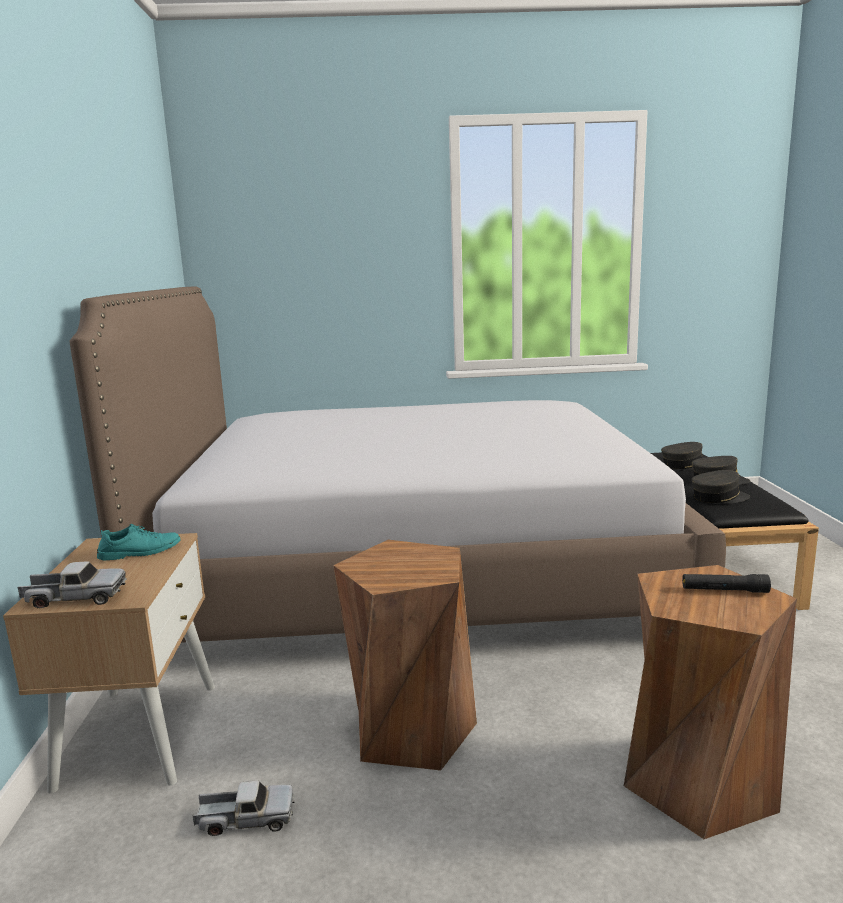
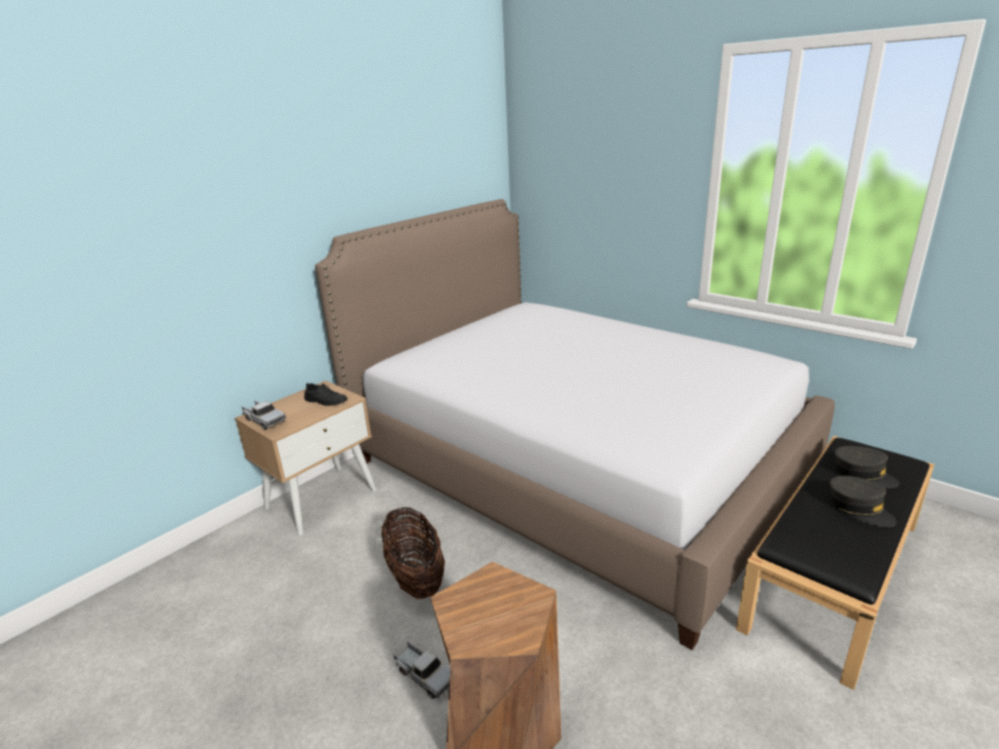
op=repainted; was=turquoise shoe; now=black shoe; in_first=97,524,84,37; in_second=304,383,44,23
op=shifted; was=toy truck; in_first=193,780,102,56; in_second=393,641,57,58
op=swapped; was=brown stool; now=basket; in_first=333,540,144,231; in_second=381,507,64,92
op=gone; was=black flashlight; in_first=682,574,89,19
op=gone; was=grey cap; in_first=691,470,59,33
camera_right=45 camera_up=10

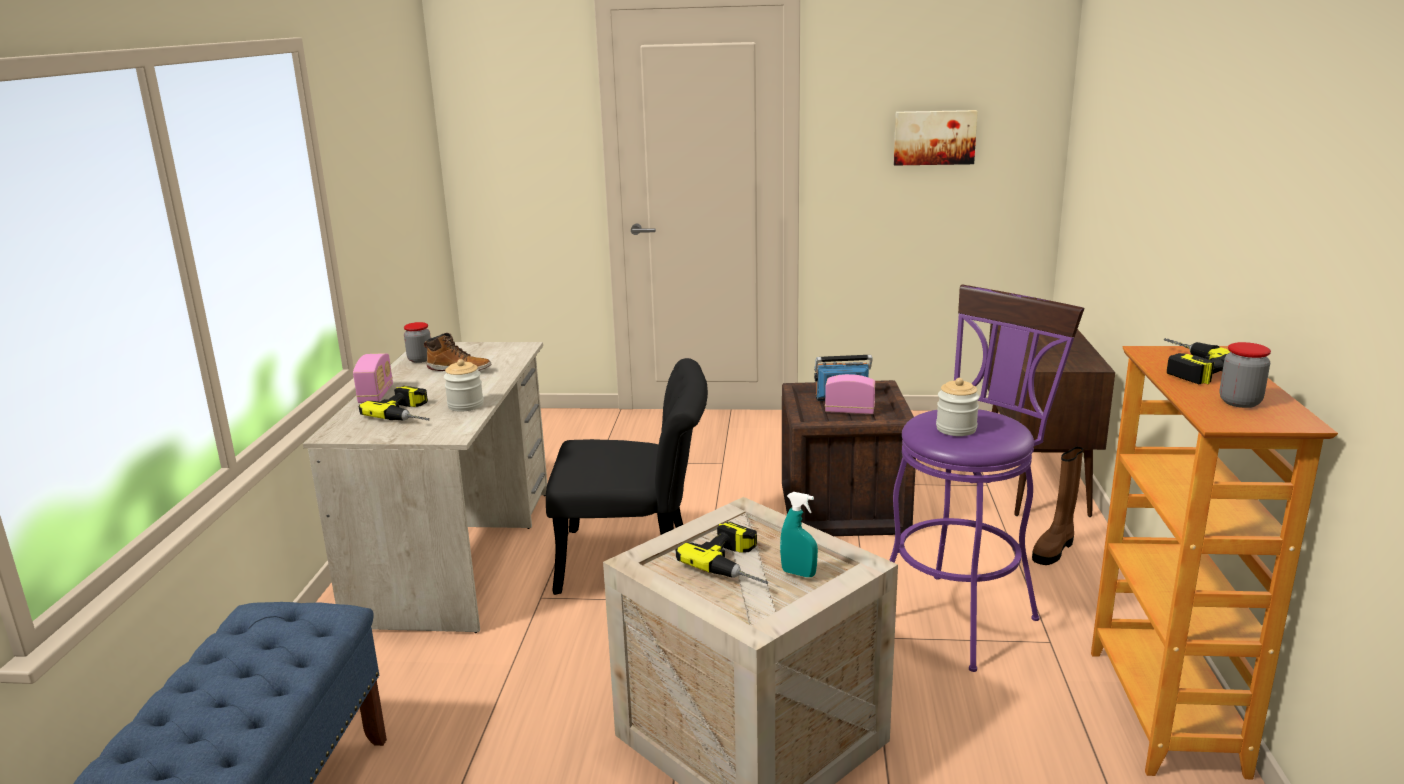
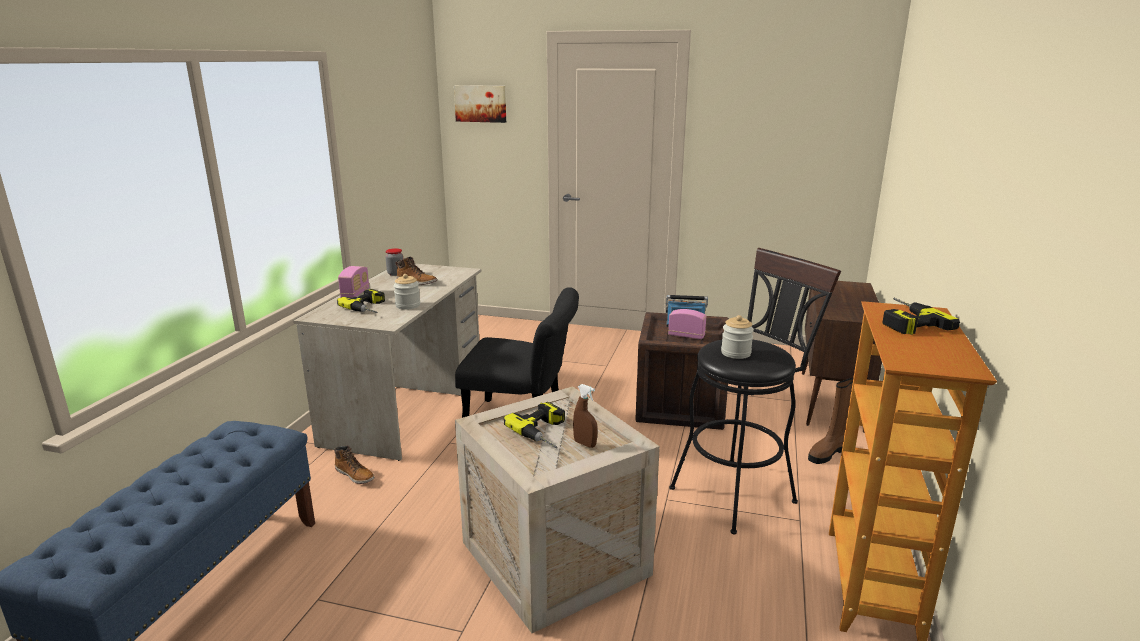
op=repainted; was=turquoise spray bottle; now=brown spray bottle; in_first=780,492,38,85; in_second=573,384,24,64
op=repainted; was=purple stool; now=black stool; in_first=889,285,195,387; in_second=669,248,172,286
op=shifted; was=picture; in_first=894,110,84,56; in_second=454,85,52,38
op=gone; was=jar; in_first=1219,342,52,66
op=new; now=boot; in_second=334,445,41,39
camera_right=10 camera_up=0

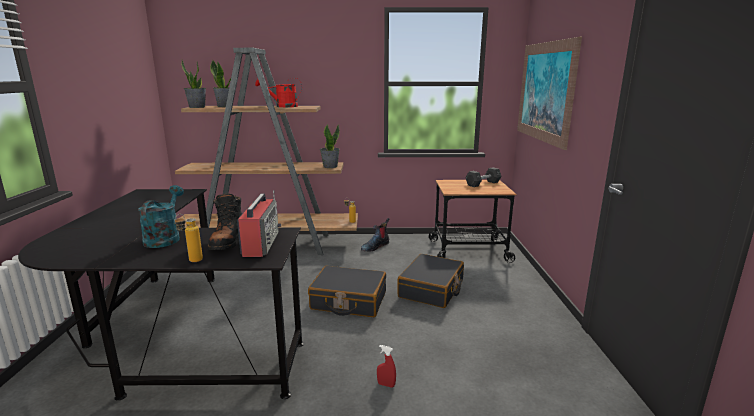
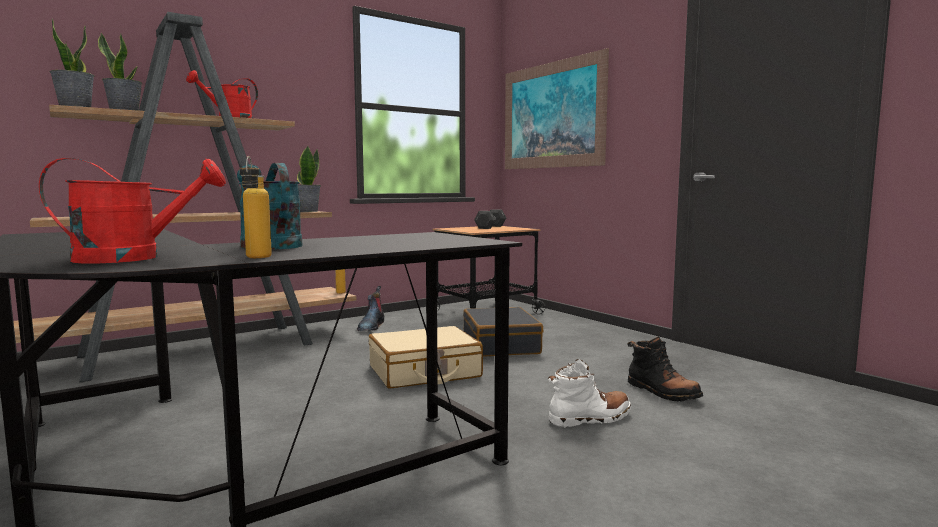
op=shifted; was=bottle; in_first=174,214,29,48; in_second=239,156,33,102
op=shifted; was=black boot; in_first=208,194,34,56; in_second=628,337,75,64
op=gone; was=radio; in_first=237,190,44,67
op=repainted; was=black suitcase; now=beige suitcase; in_first=308,266,78,51; in_second=369,326,114,62
op=swapped; was=red spray bottle; now=white boot; in_first=377,345,19,43; in_second=548,359,83,69
op=new; now=red watering can; in_second=39,158,187,105
camera_right=-35 camera_up=-10

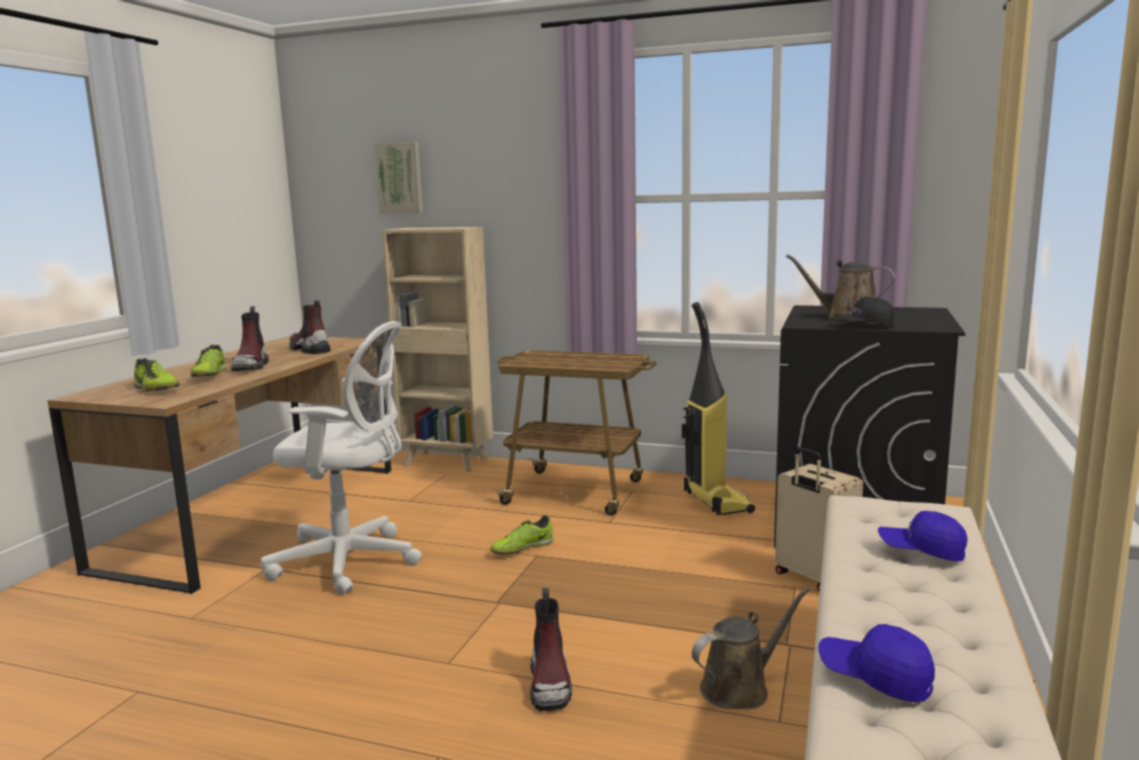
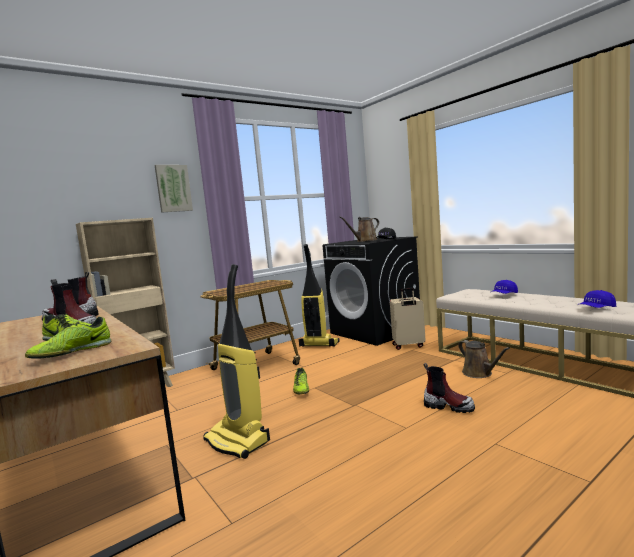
op=rotated; was=shoe; in_first=134,358,46,33; in_second=25,317,86,42; clockwise=135
op=swapped; was=white office chair; now=vacuum cleaner; in_first=261,321,161,274; in_second=203,264,67,195
op=shifted; was=picture; in_first=374,142,49,72; in_second=155,165,38,48
op=rotated; was=brown watering can; in_first=692,588,117,121; in_second=458,340,52,38; clockwise=150
camera_right=-55 camera_up=-5

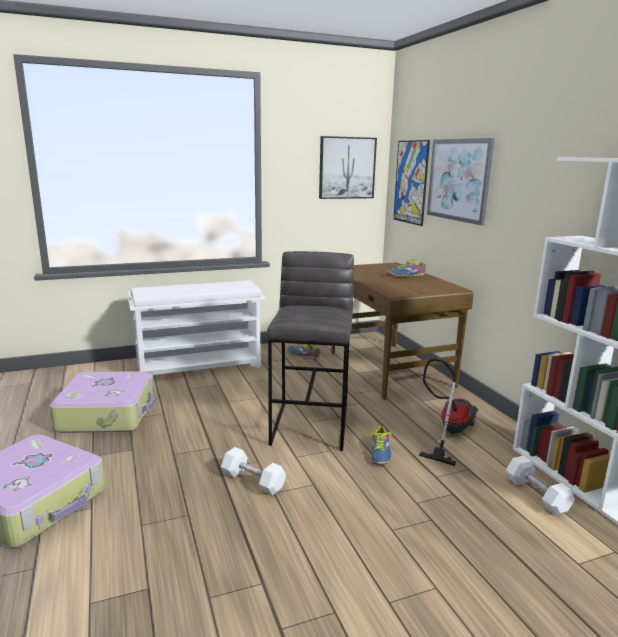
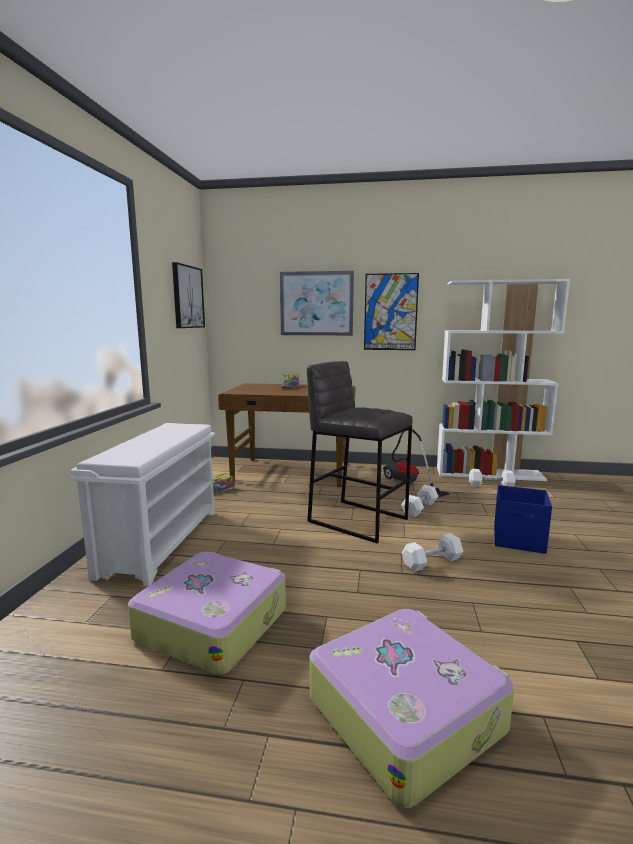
op=swapped; was=shoe; now=white dumbbell; in_first=366,425,27,40; in_second=401,485,37,32
op=shifted; was=picture; in_first=393,140,37,86; in_second=364,273,55,77
op=new; now=blue storage box; in_second=494,485,58,69
camera_right=-60 camera_up=-5

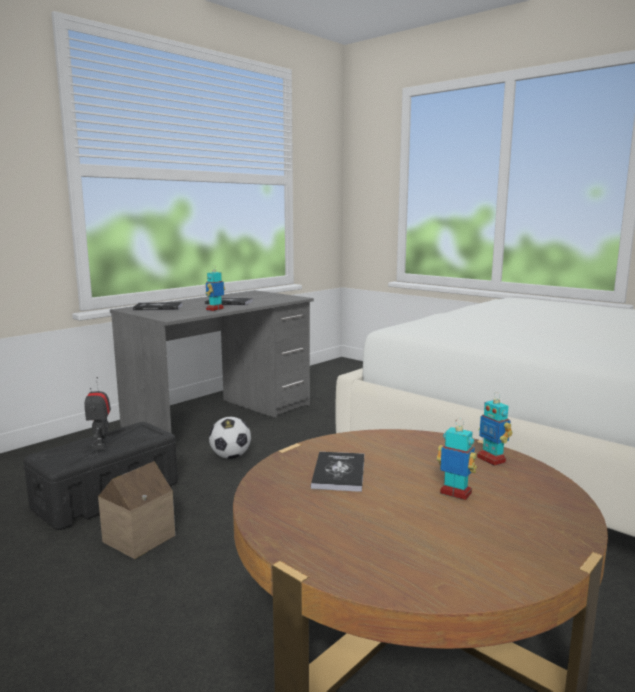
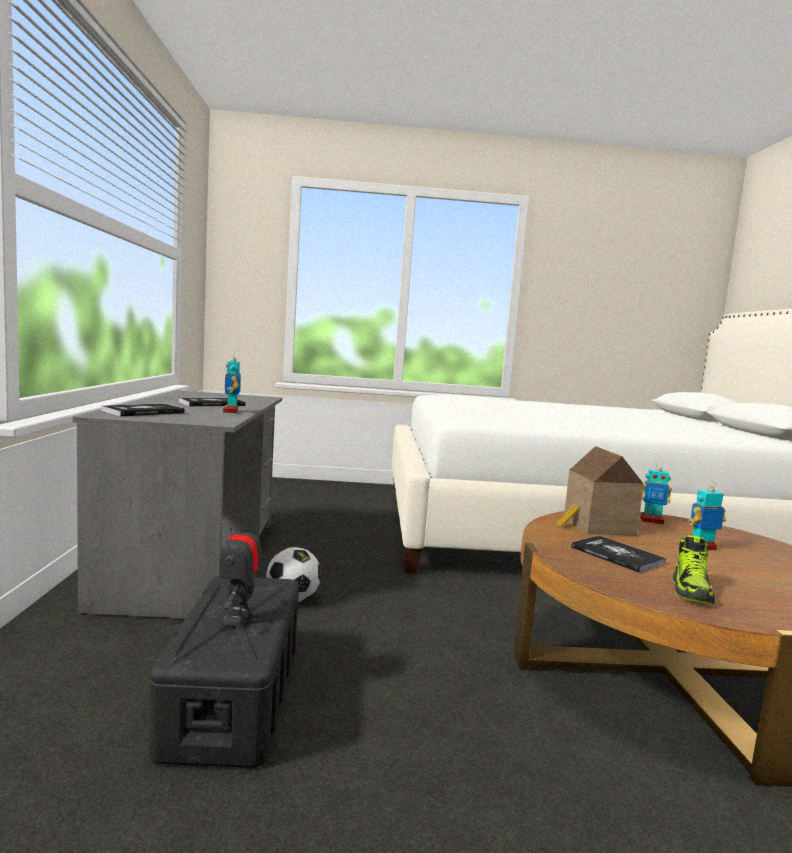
op=rotated; was=toy robot; in_first=84,377,27,73; in_second=219,511,43,116; clockwise=60
op=shifted; was=toy house; in_first=98,461,77,98; in_second=556,446,88,89
op=new; now=shoe; in_second=673,535,42,70
camera_right=-45 camera_up=-5

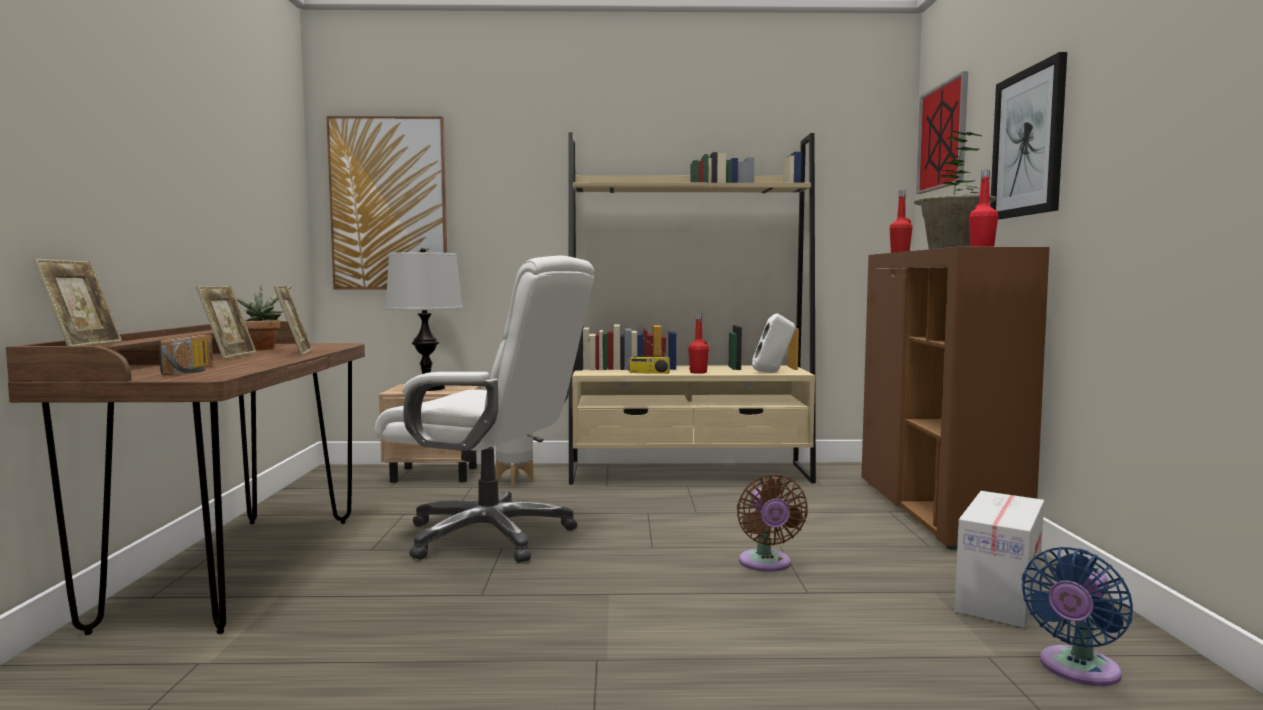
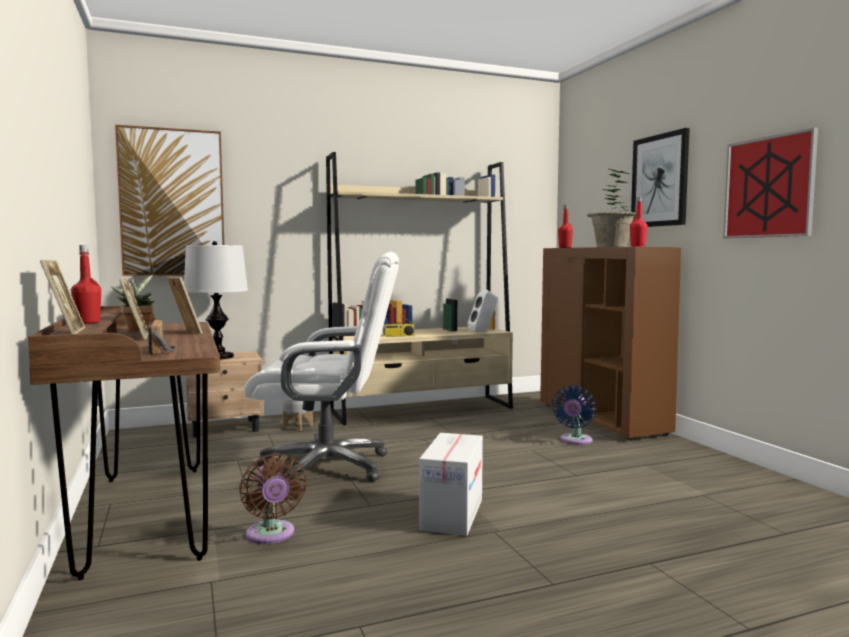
op=shifted; was=red bottle; in_first=688,313,21,61; in_second=71,245,30,79
op=shifted; was=brown fan; in_first=737,474,71,98; in_second=239,453,68,91
op=shifted; was=picture; in_first=916,71,52,123; in_second=723,127,95,111
op=shifted; was=cardboard box; in_first=954,491,90,137; in_second=419,433,64,103
op=shifted; was=blue fan; in_first=1022,547,111,139; in_second=552,385,44,60
camera_right=-20 camera_up=0

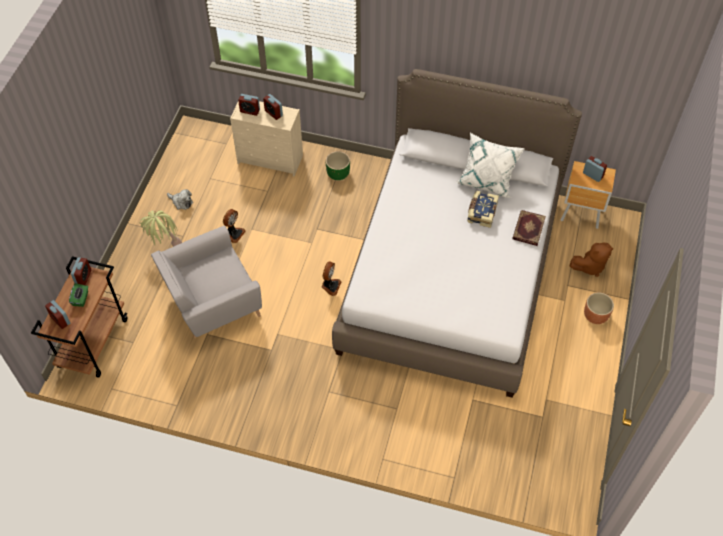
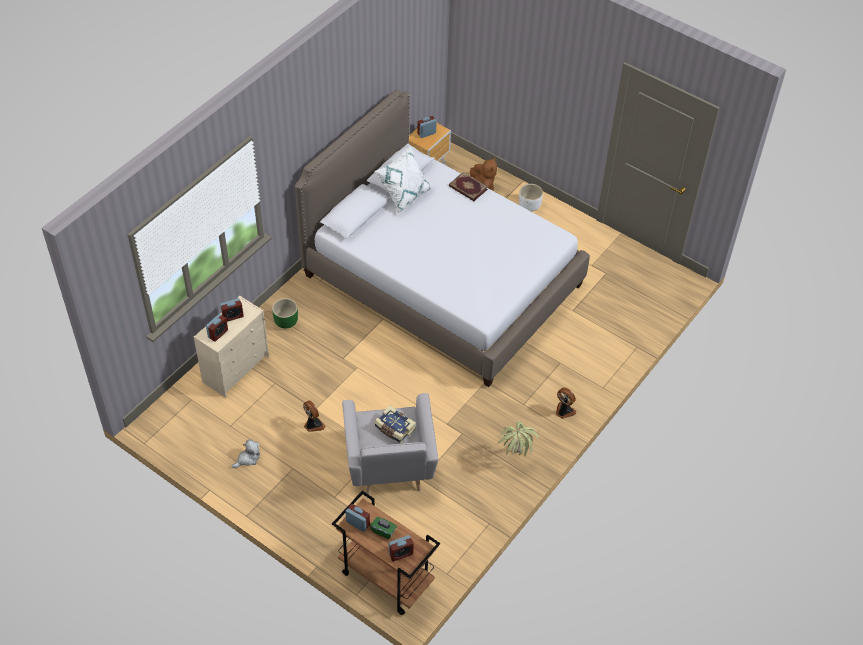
op=shifted; was=potted plant; in_first=140,210,42,37; in_second=498,421,41,35
op=shifted; was=fan; in_first=321,262,21,34; in_second=556,387,20,32
op=shifted; was=book; in_first=467,191,32,37; in_second=374,406,42,38
op=repainted; was=brown planter; now=white planter; in_first=584,292,30,32; in_second=519,184,24,28
camera_right=-70 camera_up=-5

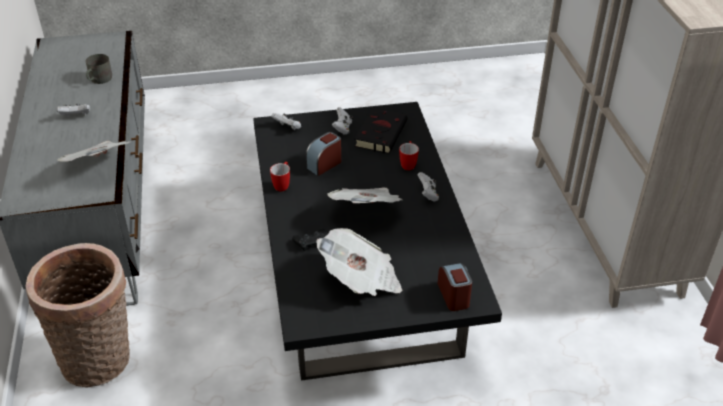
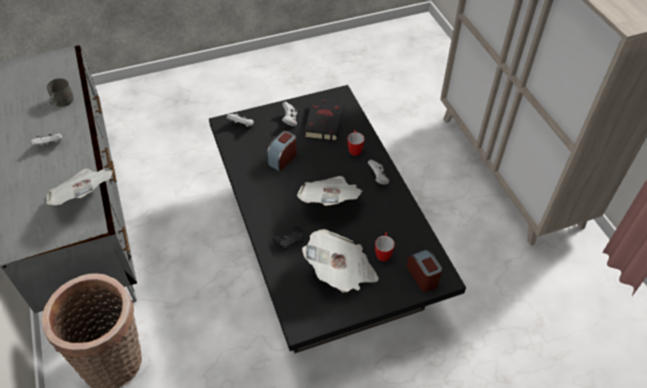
op=shifted; was=mug; in_first=270,162,20,29; in_second=375,232,20,29
camera_right=-10 camera_up=10

